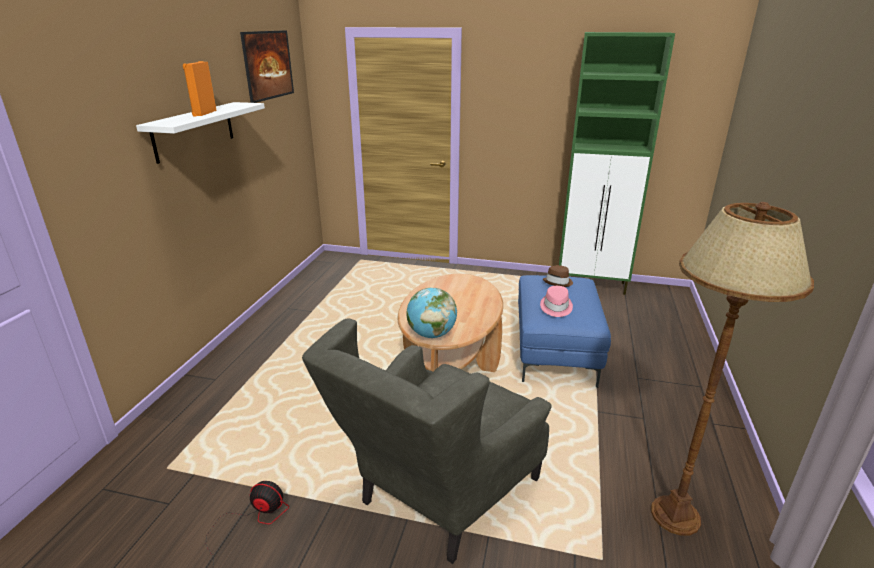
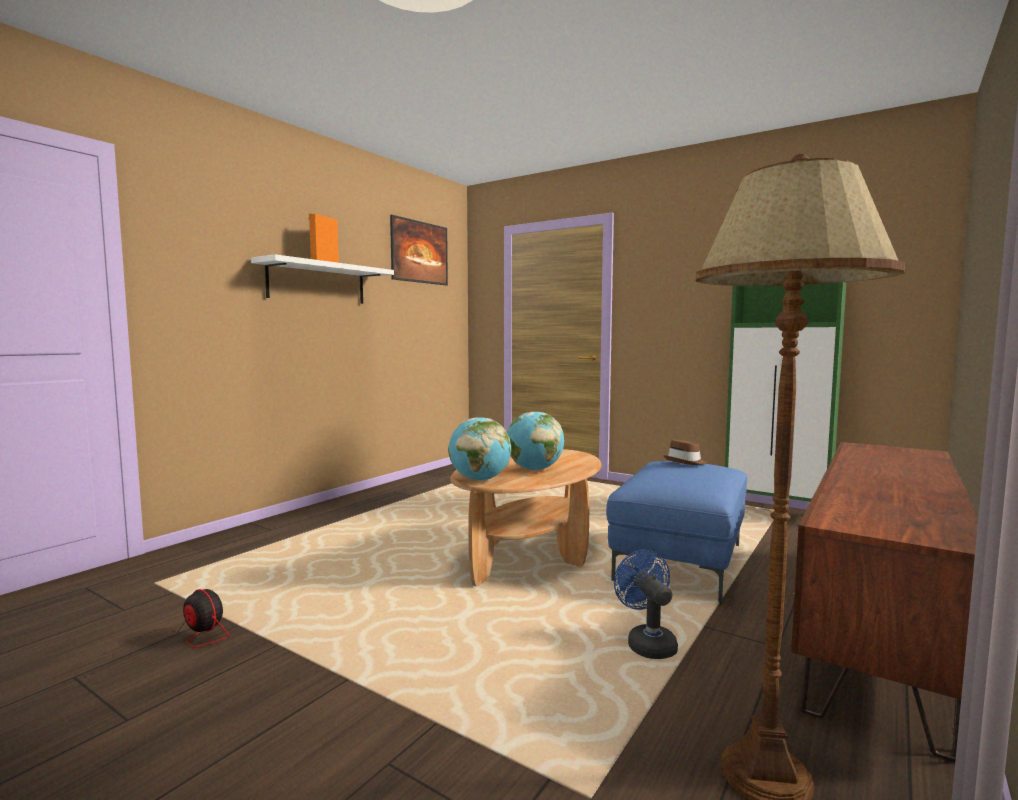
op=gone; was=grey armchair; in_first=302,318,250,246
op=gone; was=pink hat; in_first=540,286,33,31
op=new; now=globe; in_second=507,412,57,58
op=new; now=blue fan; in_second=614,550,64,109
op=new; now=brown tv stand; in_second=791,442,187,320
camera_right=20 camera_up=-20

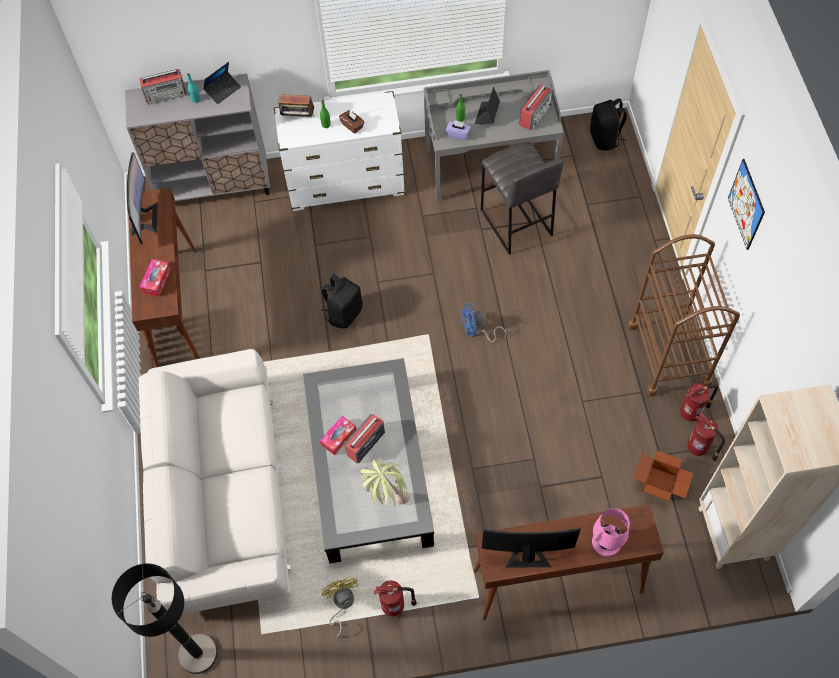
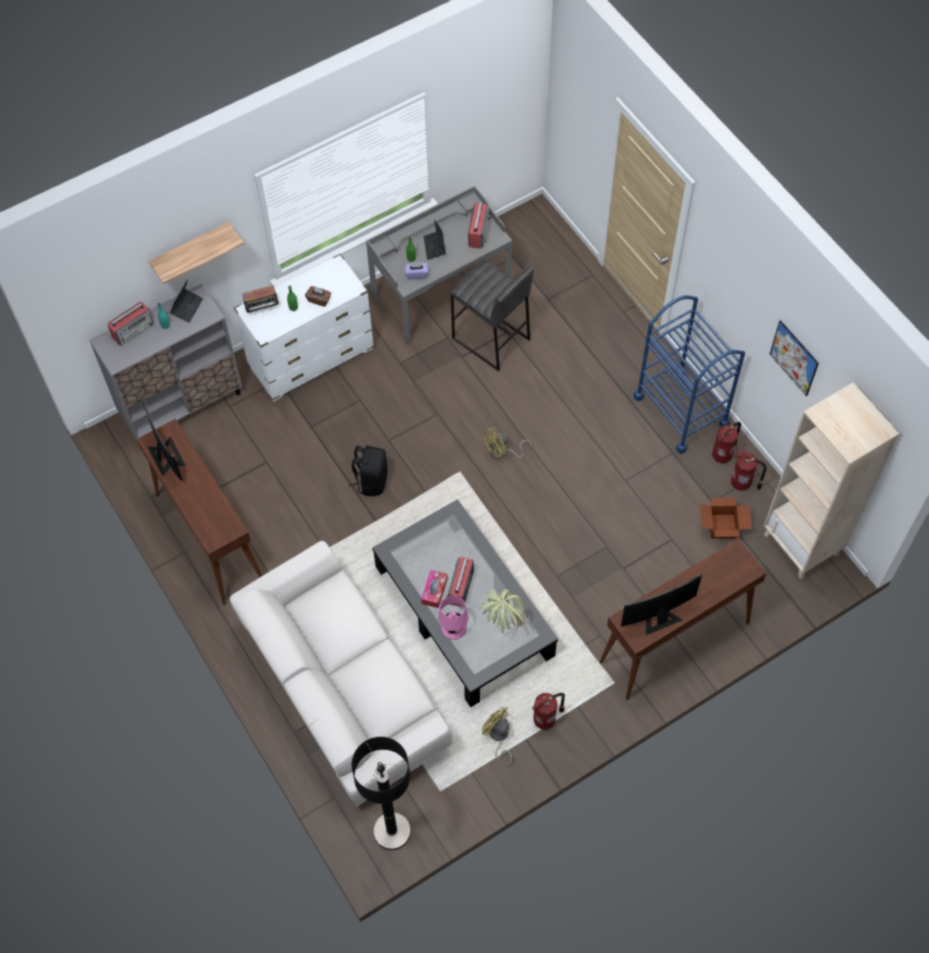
op=gone; was=tissue box; in_first=139,259,32,38
op=repainted; was=blue fan; now=yellow fan; in_first=460,303,46,39; in_second=482,427,50,32
op=gone; was=black backpack; in_first=590,98,37,53
op=shifted; was=pink table lamp; in_first=592,508,38,48; in_second=438,595,30,45
op=repainted; was=brown cart; now=blue cart; in_first=627,234,113,162; in_second=634,295,111,159
op=shifted; was=picture; in_first=728,159,37,91; in_second=770,320,49,76
op=new; now=shelf; in_second=148,222,96,62
camera_right=-25 camera_up=0

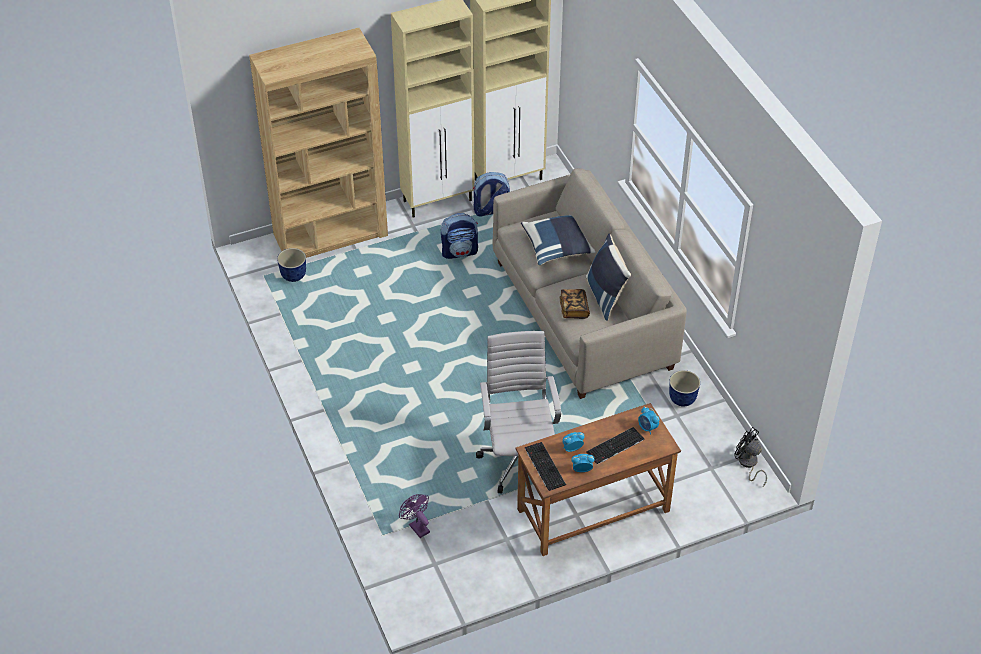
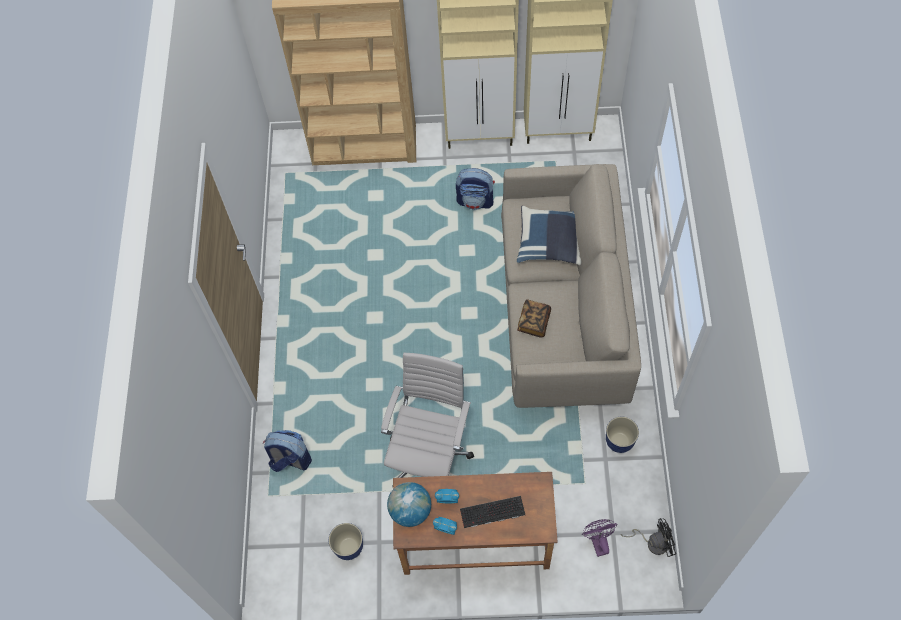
op=shifted; was=planter; in_first=277,248,29,34; in_second=329,523,34,37
op=shifted; was=purple fan; in_first=399,494,31,44; in_second=582,519,36,38
op=shifted; was=backpack; in_first=473,172,37,45; in_second=263,430,49,42
op=swapped; was=keyboard; now=globe; in_first=525,442,41,49; in_second=387,482,44,45
op=gone; was=blue pillow; in_first=586,234,45,87
op=gone; was=alarm clock; in_first=638,407,22,28
op=rotated; was=black fan; in_first=735,427,32,60; in_second=621,518,55,39; clockwise=105
camera_right=25 camera_up=15

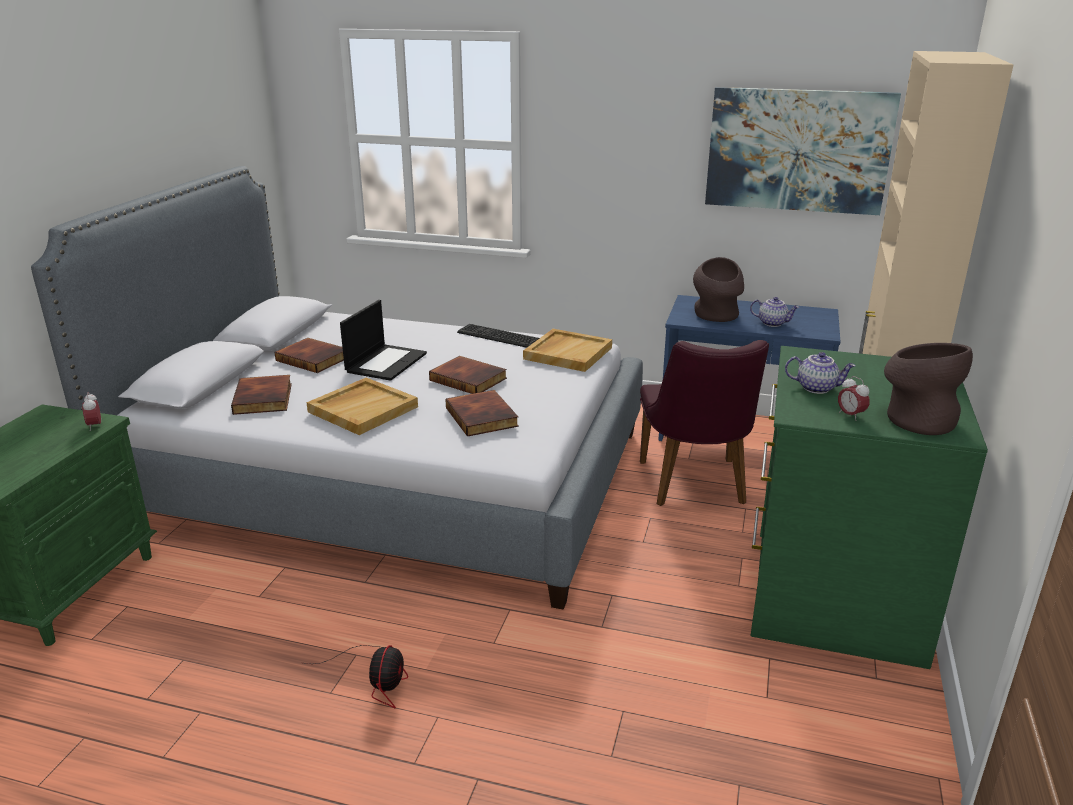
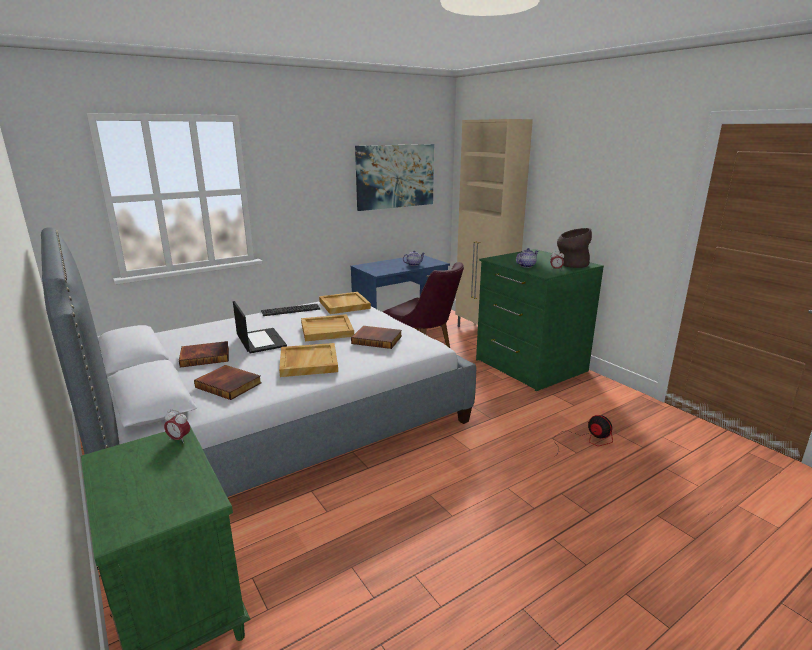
op=shifted; was=fan; in_first=305,645,103,63; in_second=554,415,59,41
op=swapped; was=book; now=beige tray; in_first=429,356,78,38; in_second=301,314,53,27
op=gone; was=brown vase; in_first=693,257,51,65
camera_right=-50 camera_up=-5

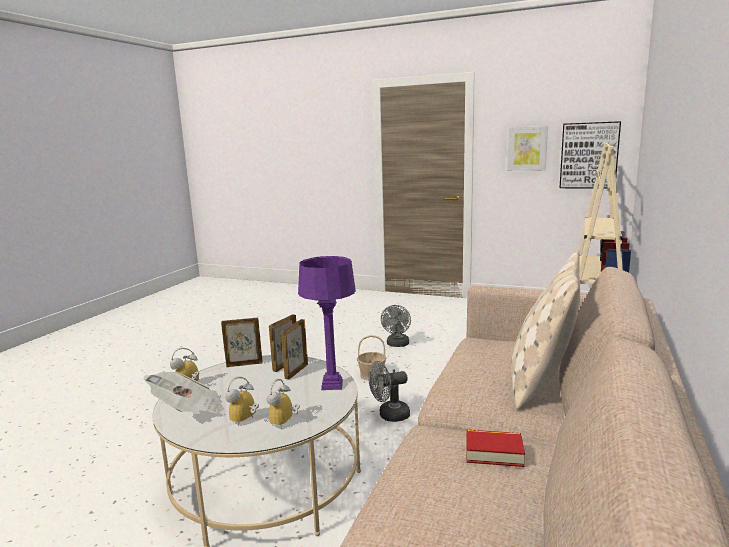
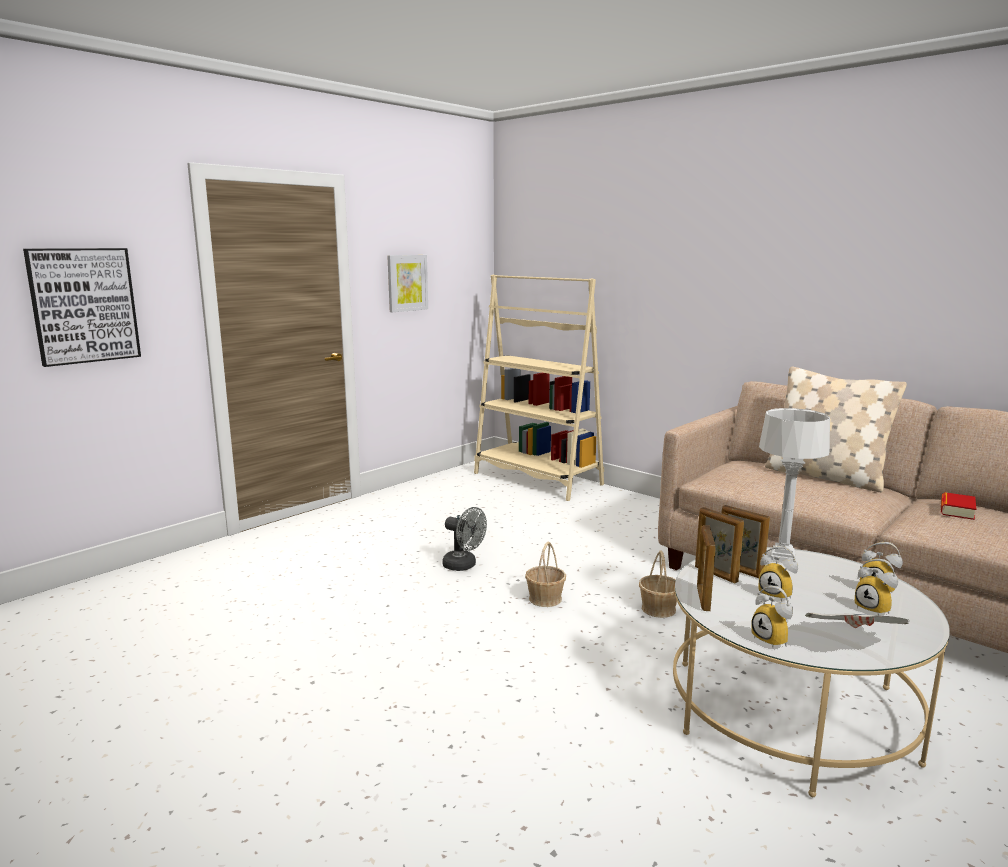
op=repainted; was=purple table lamp; now=grey table lamp; in_first=298,256,58,134; in_second=759,408,71,155
op=swapped; was=grey fan; now=basket; in_first=368,361,42,61; in_second=639,550,38,68
op=shifted; was=picture; in_first=559,121,62,68; in_second=23,248,118,119
op=new; now=alarm clock; in_second=758,546,40,56
camera_right=-70 camera_up=0

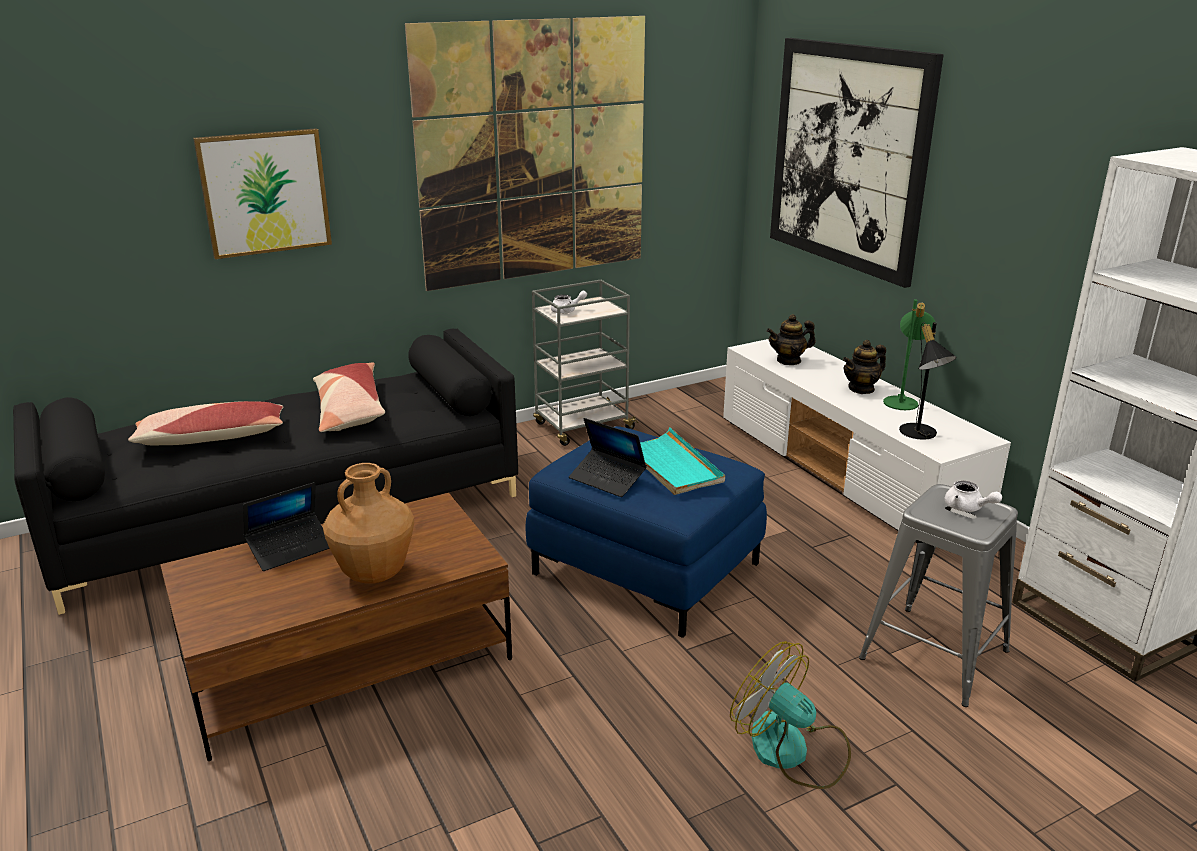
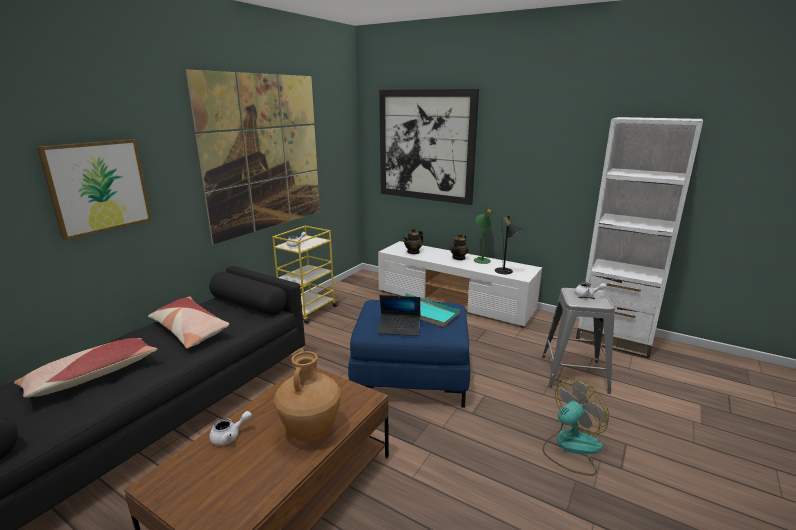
op=swapped; was=laptop; now=white teapot; in_first=243,482,87,89; in_second=209,411,43,34
op=repainted; was=grey cart; now=yellow cart; in_first=532,280,107,166; in_second=272,226,67,98
op=rotated; was=fan; in_first=730,641,121,148; in_second=543,378,66,98; clockwise=135
camera_right=-30 camera_up=-5

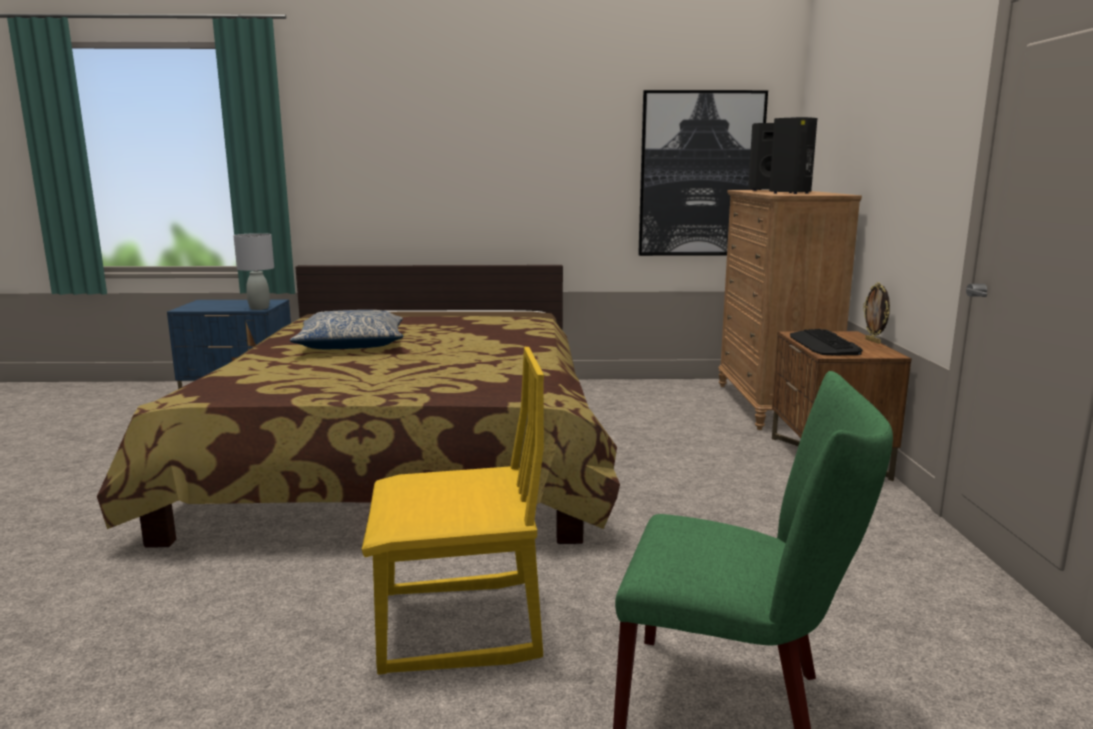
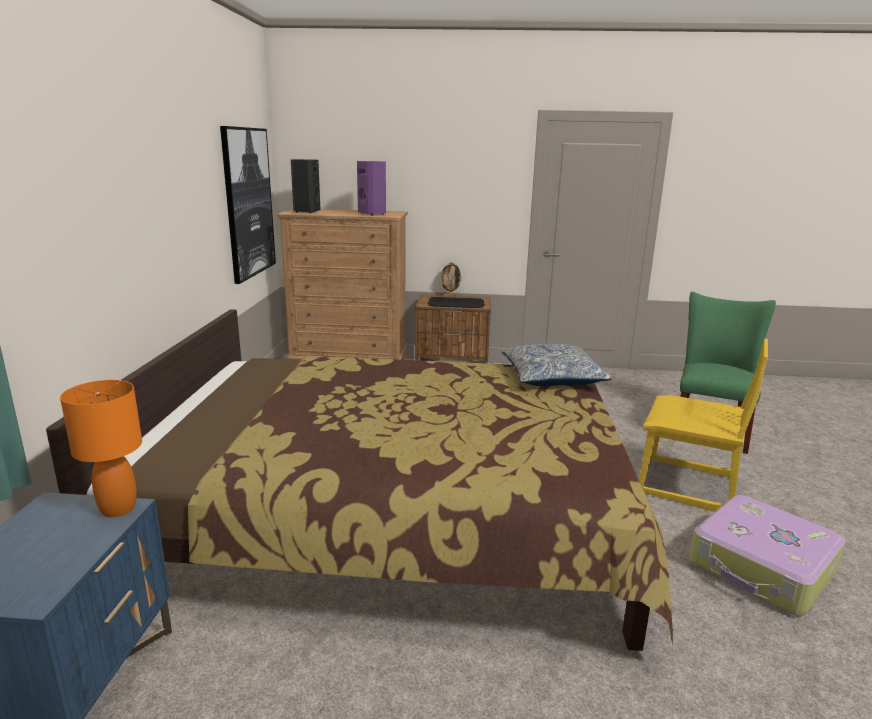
op=repainted; was=grey table lamp; now=orange table lamp; in_first=234,233,40,77; in_second=60,380,82,137
op=shifted; was=pillow; in_first=290,310,114,39; in_second=501,344,111,42
op=rotated; was=yellow chair; in_first=362,347,182,328; in_second=639,339,129,173; clockwise=120
op=repainted; was=black speaker; now=purple speaker; in_first=769,117,48,77; in_second=357,161,29,54
op=new; now=suitcase; in_second=689,495,156,121
camera_right=-85 camera_up=5

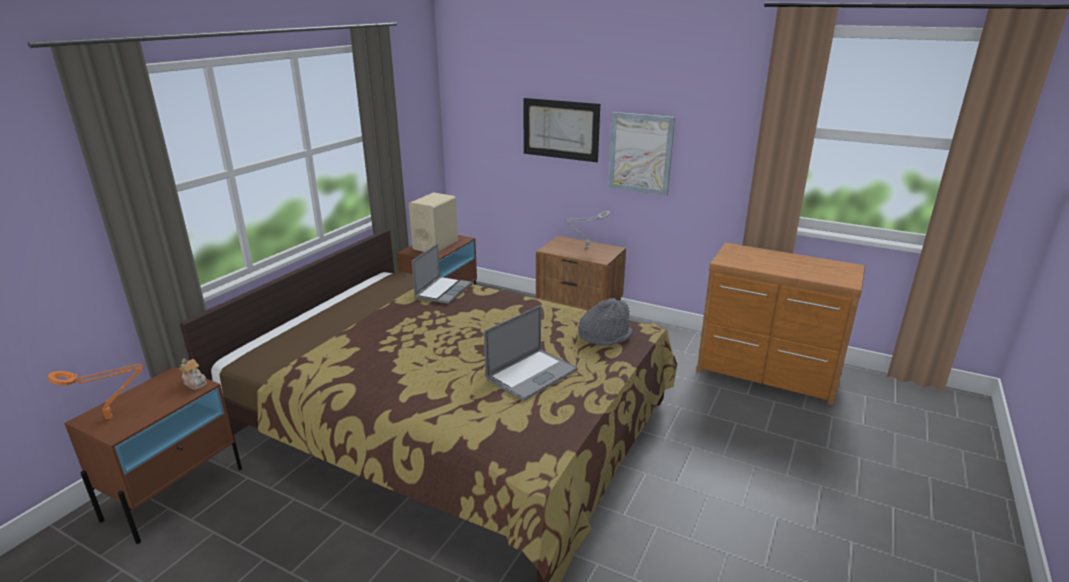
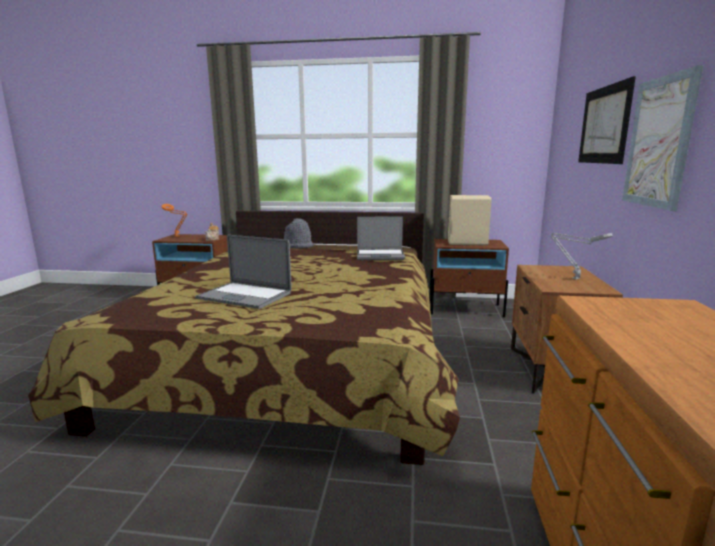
op=shifted; was=grey hat; in_first=578,298,54,48; in_second=284,218,30,31
camera_right=70 camera_up=-10

